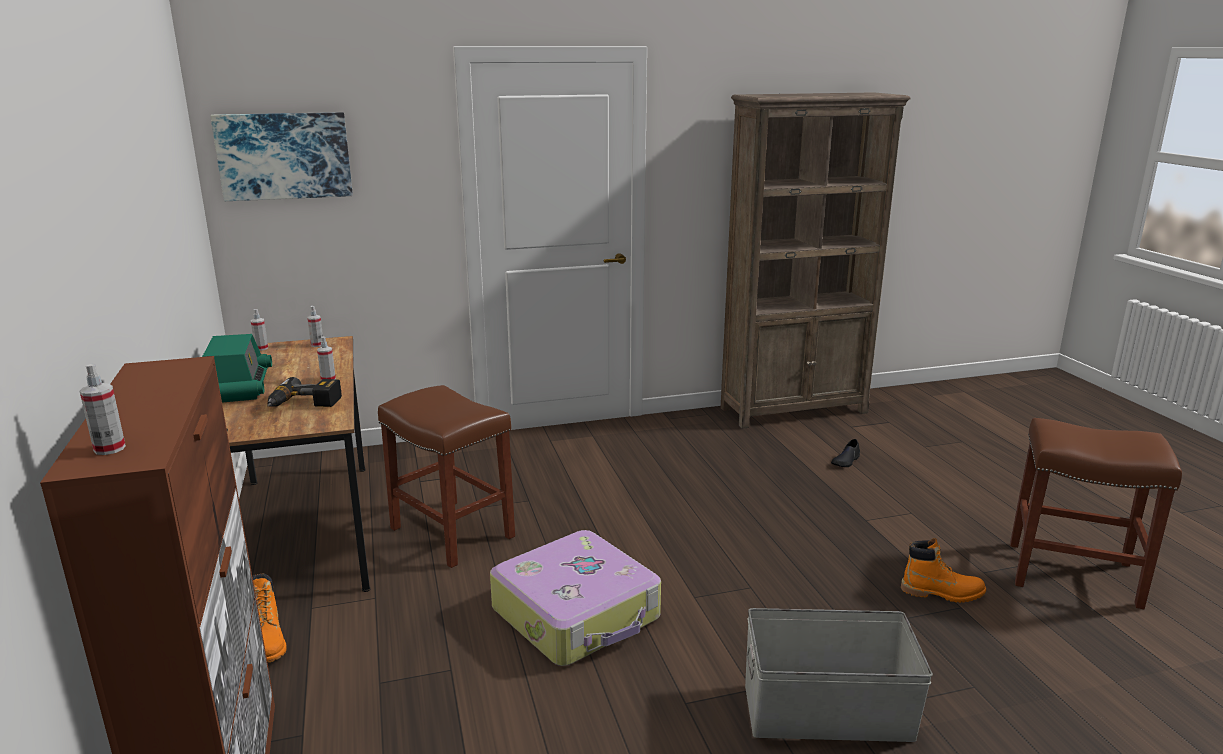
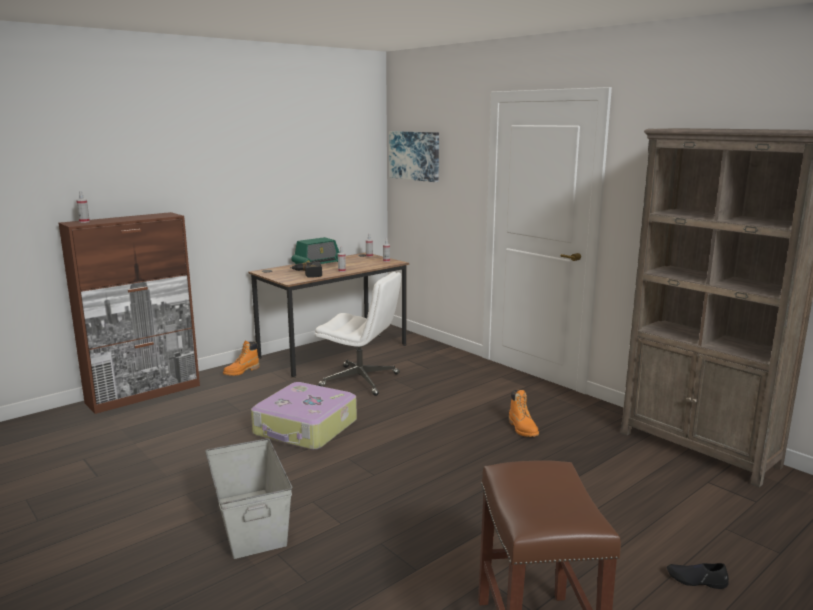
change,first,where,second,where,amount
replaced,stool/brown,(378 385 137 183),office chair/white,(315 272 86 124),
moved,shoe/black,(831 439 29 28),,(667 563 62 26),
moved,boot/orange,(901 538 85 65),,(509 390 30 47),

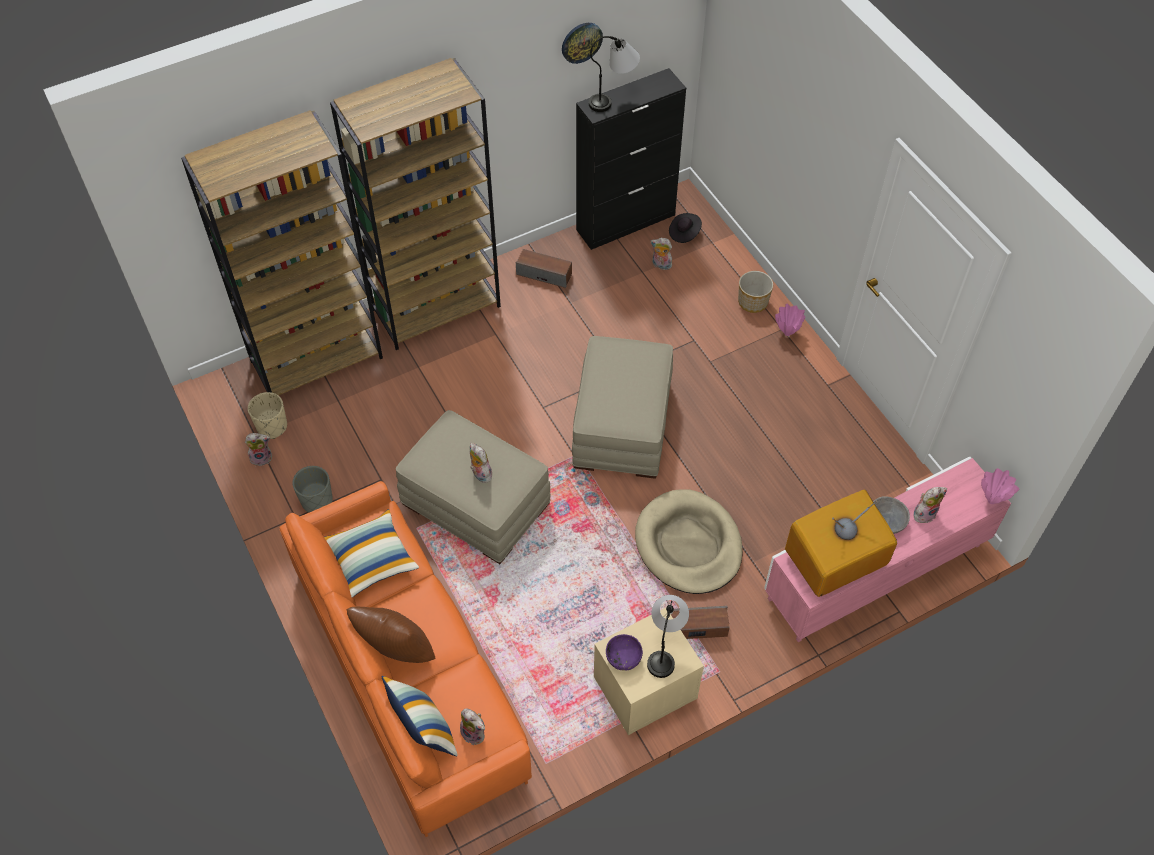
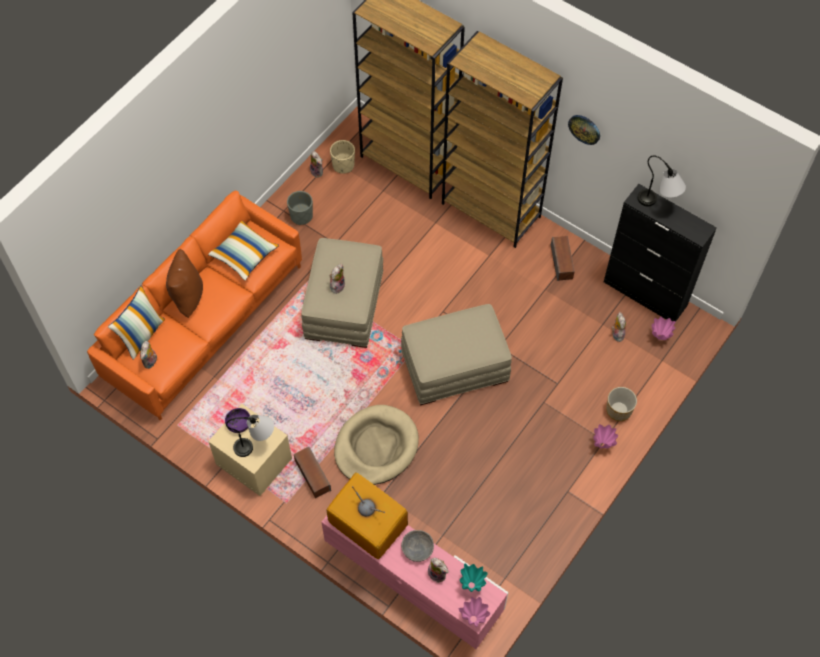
change,first,where,second,where,amount
moved,wall clock,(562 23 41 41),,(568 115 32 30),
replaced,hat/black,(669 213 33 30),vase/pink,(652 317 24 23),
added,,,vase/turquoise,(460 564 28 28),

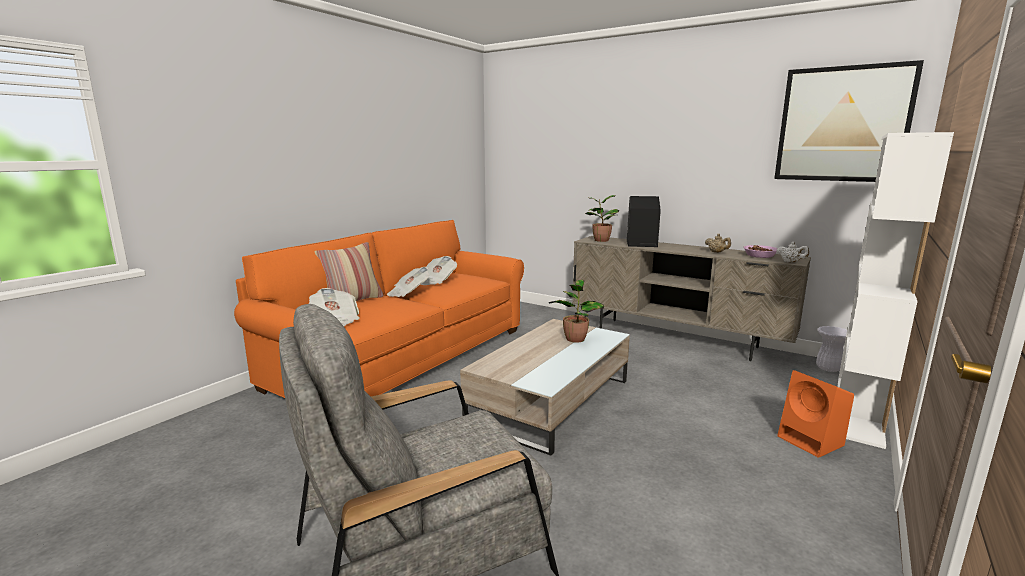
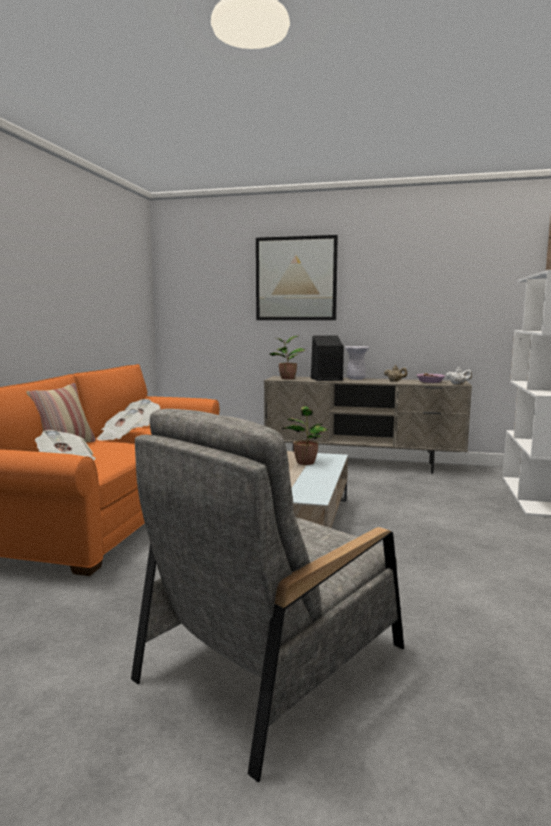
change,first,where,second,where,amount
moved,picture,(774 60 150 122),,(256 235 82 85),
removed,speaker/orange,(777 370 77 88),,,
moved,vase/white,(816 326 31 46),,(345 346 24 34),

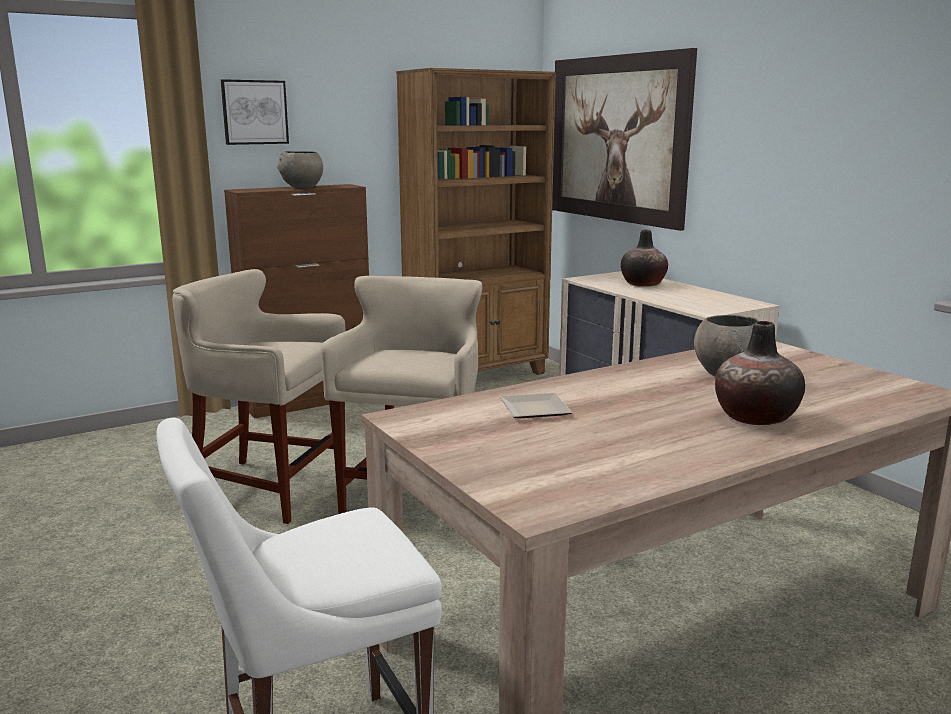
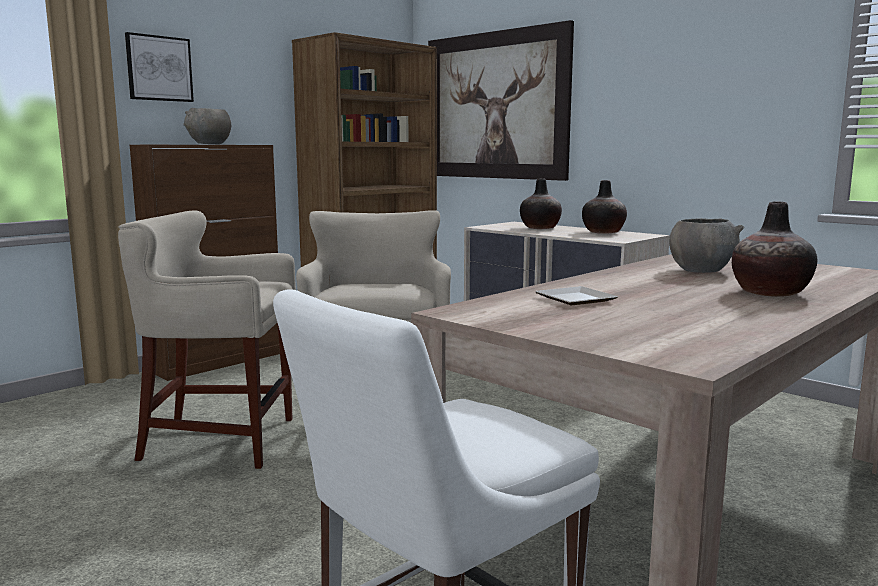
change,first,where,second,where,amount
added,,,vase,(582 180 45 54),

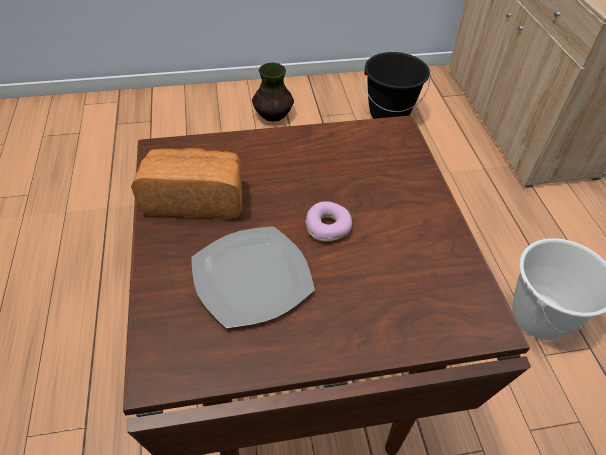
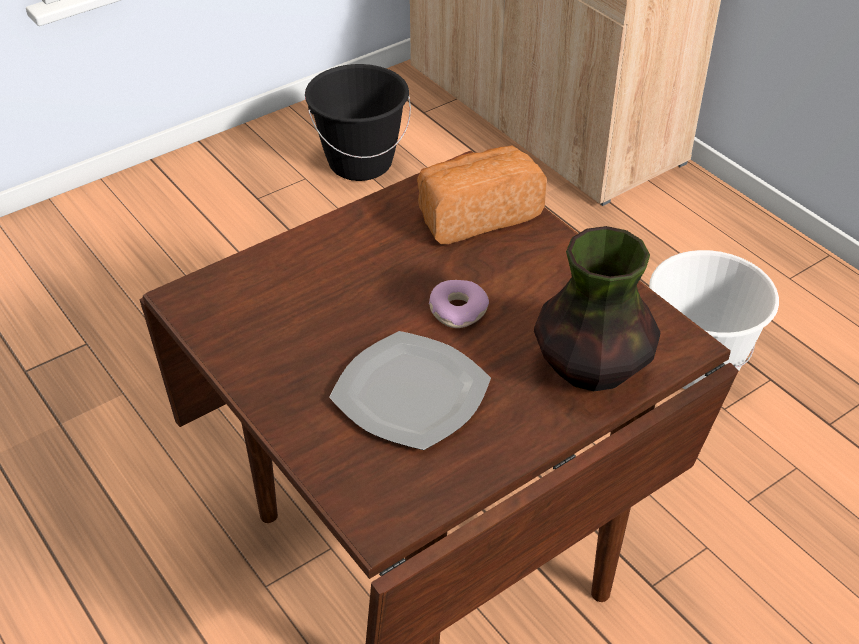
change,first,where,second,where,amount
moved,bread,(131 148 111 71),,(417 146 130 98),
moved,vase,(252 62 42 60),,(534 226 126 165),

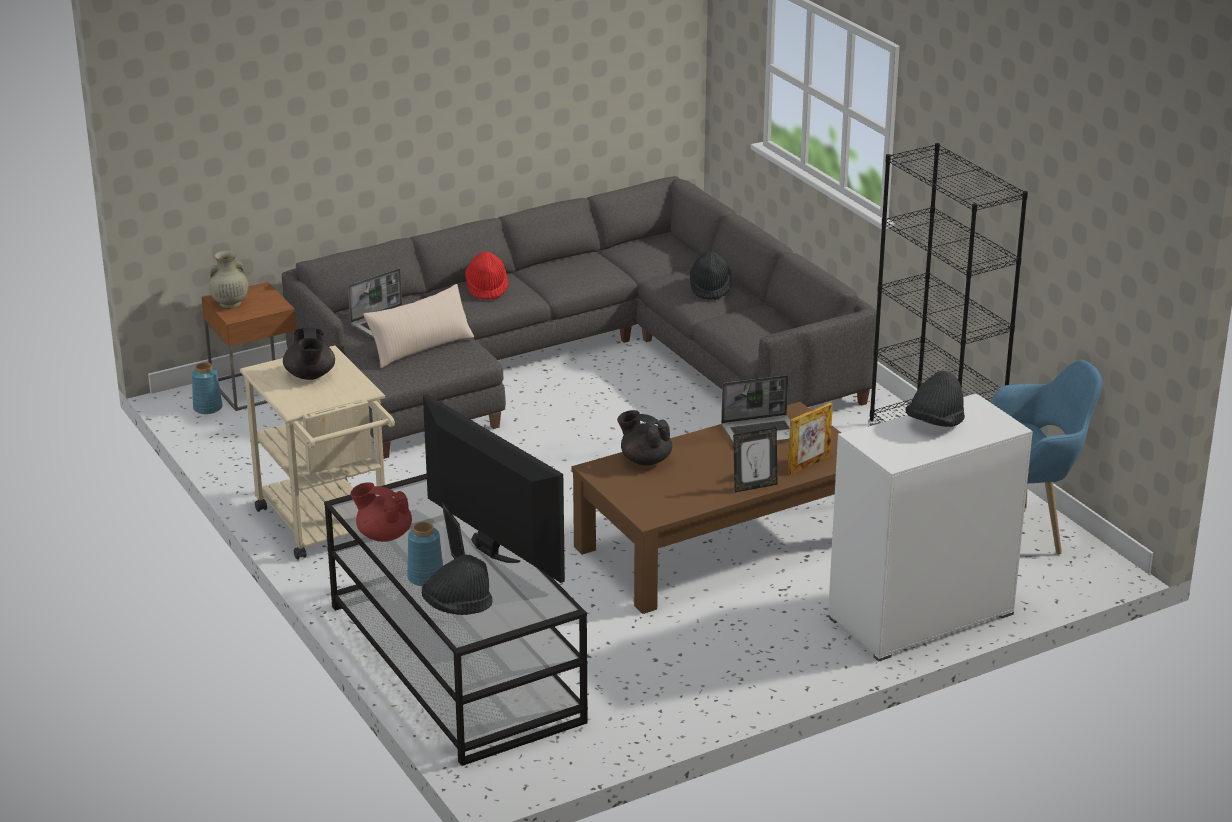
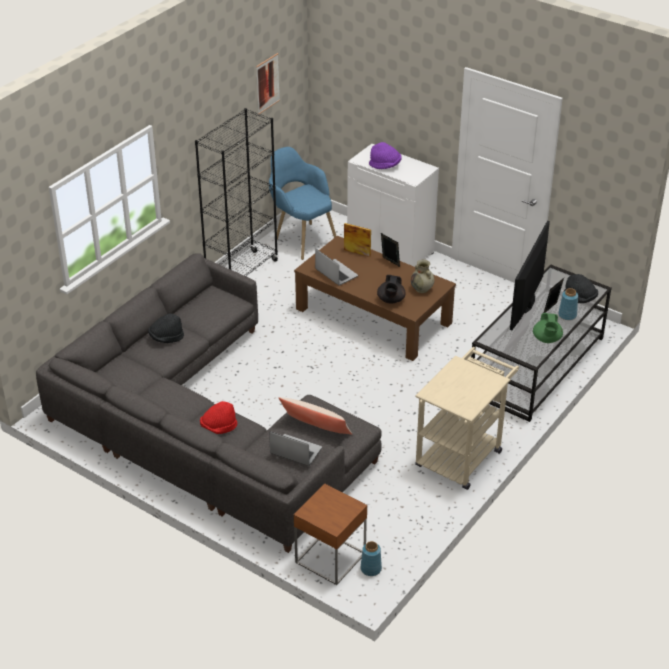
change,first,where,second,where,amount
moved,vase/beige,(209 250 39 58),,(411 260 23 33),
removed,teapot/black,(283 327 52 53),,,
recoloured,teapot/red,(350 482 62 60),teapot/green,(533 313 30 30),
recoloured,hat/black,(905 371 60 56),hat/purple,(369 142 33 27),
added,,,picture,(256 53 24 61),

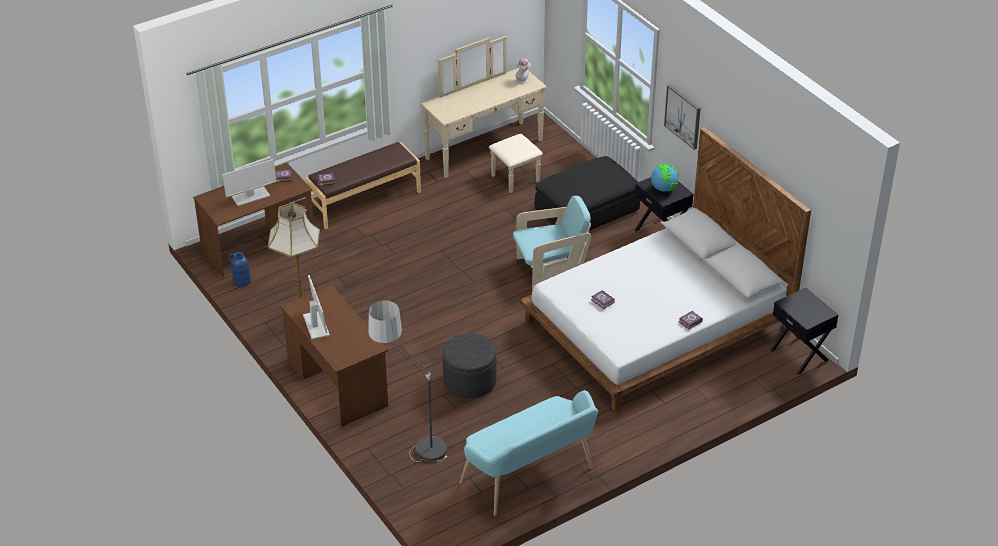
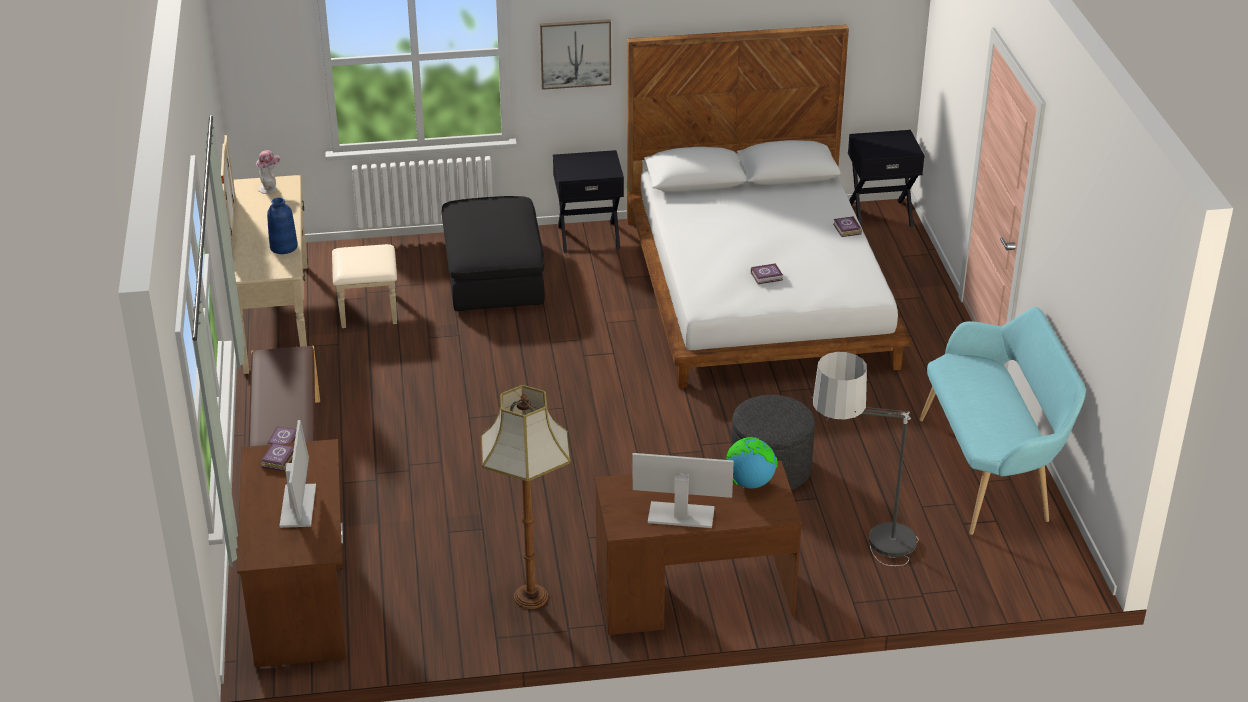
change,first,where,second,where,amount
moved,vase/blue,(228 252 23 35),,(267 197 31 57),
removed,armchair/turquoise,(513 196 78 94),,,
moved,globe,(651 164 28 28),,(726 437 52 51),

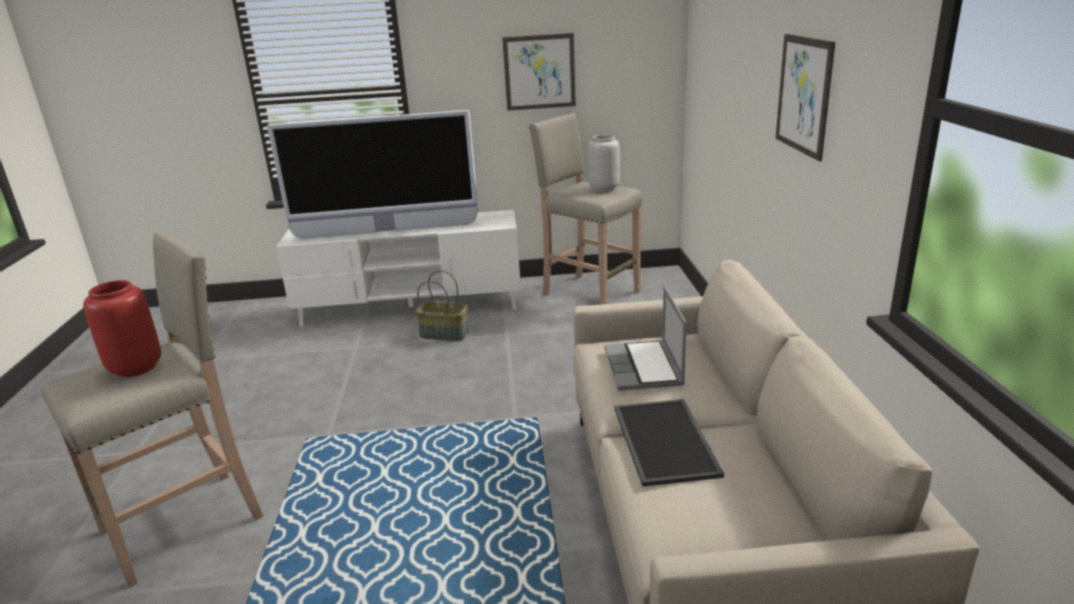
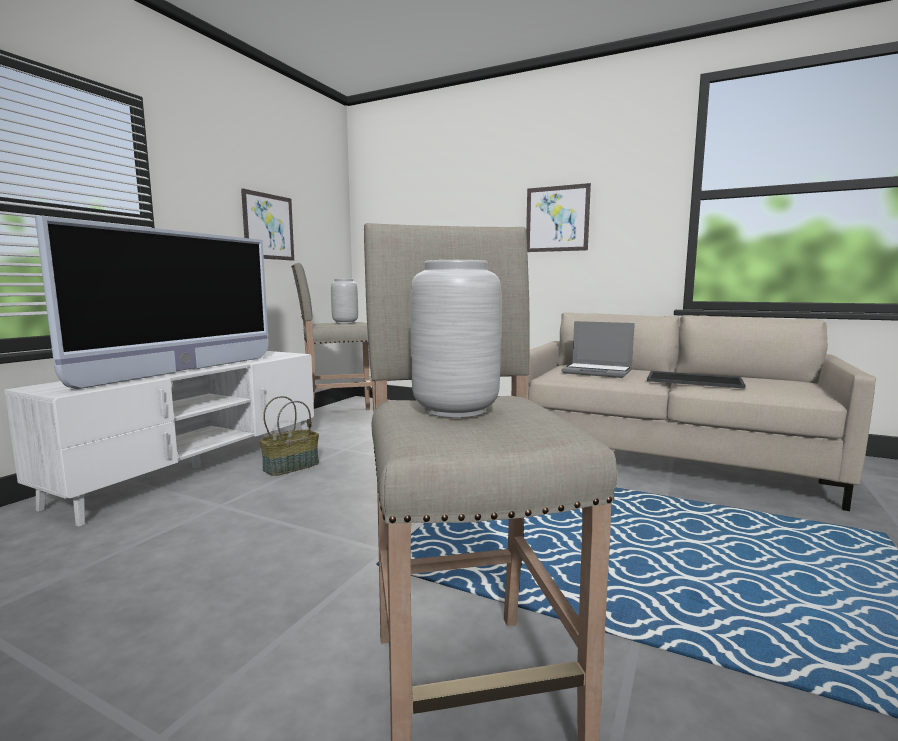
change,first,where,second,where,amount
recoloured,vase/red,(83 280 78 97),vase/grey,(411 260 90 158),

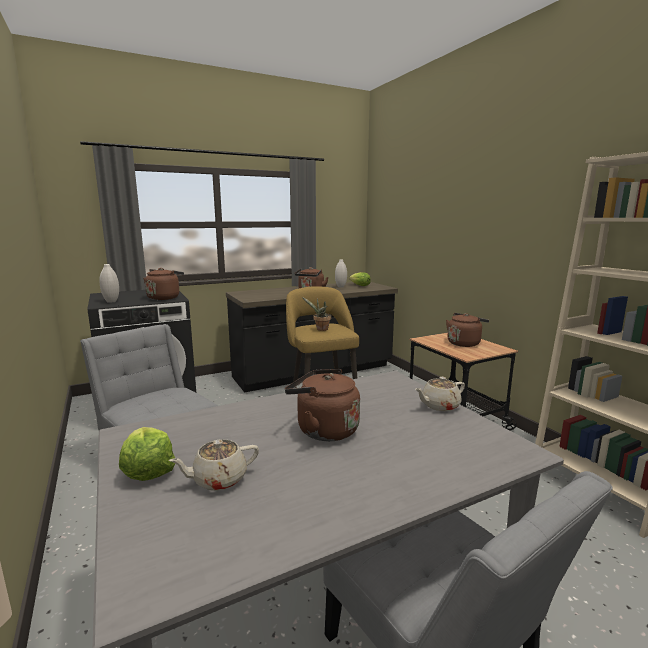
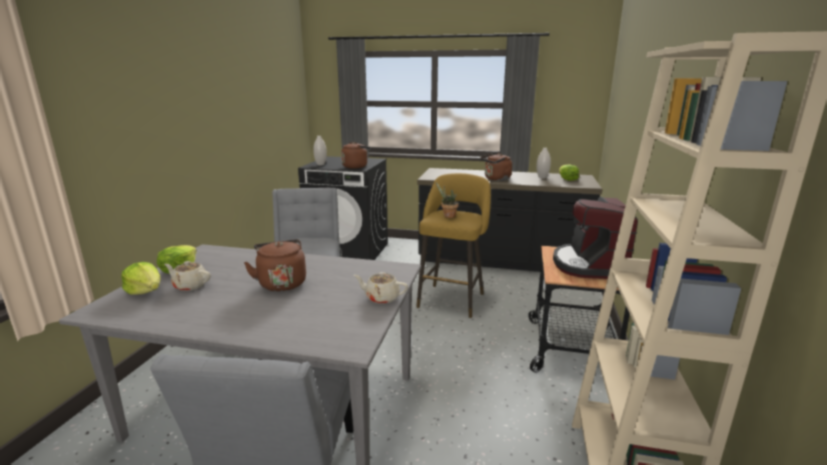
change,first,where,second,where,amount
replaced,kettle/brown,(446 313 43 34),coffee machine,(553 197 85 82),
added,,,lettuce,(121 262 40 33),

